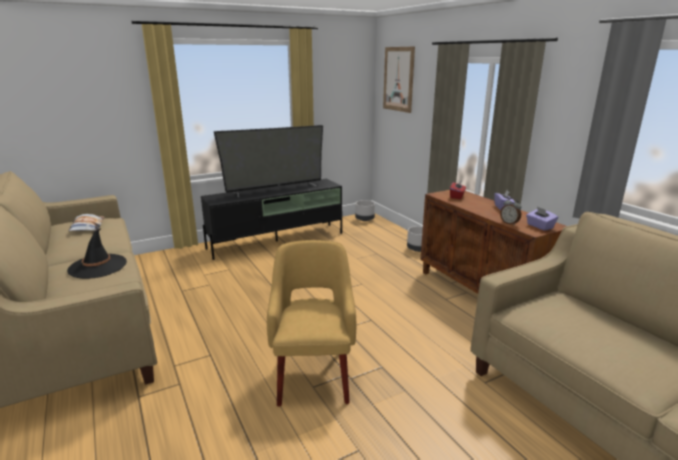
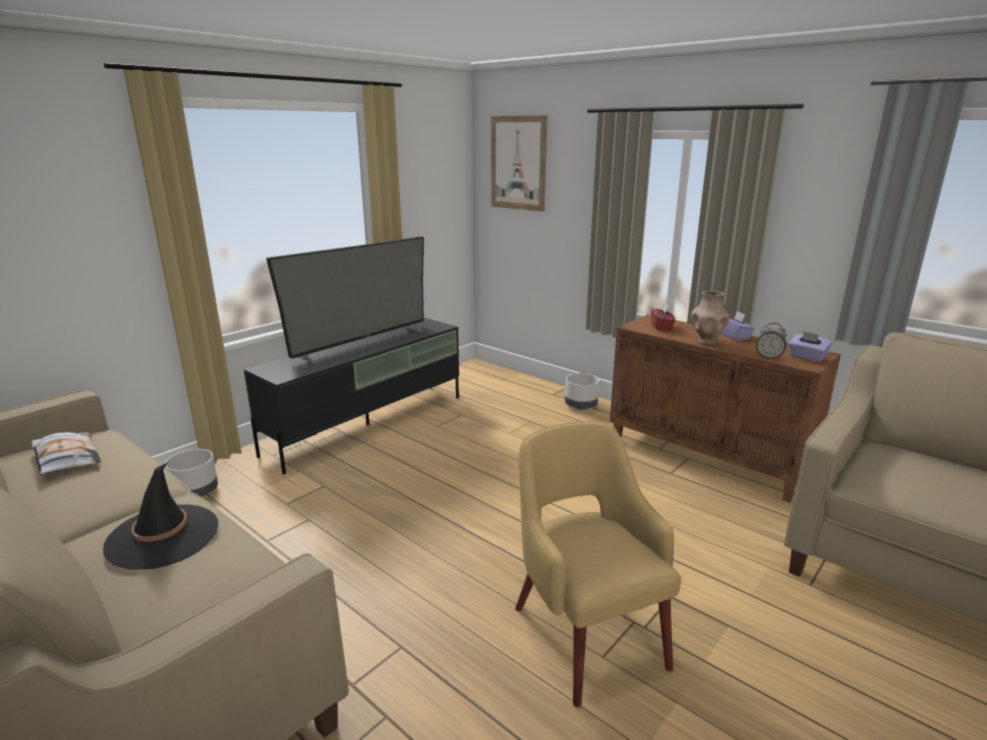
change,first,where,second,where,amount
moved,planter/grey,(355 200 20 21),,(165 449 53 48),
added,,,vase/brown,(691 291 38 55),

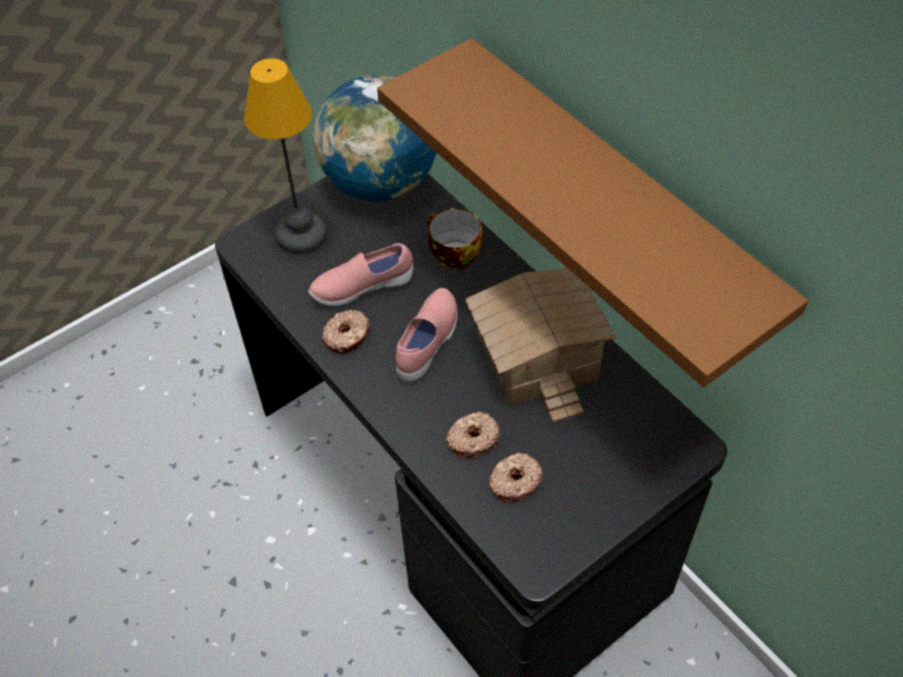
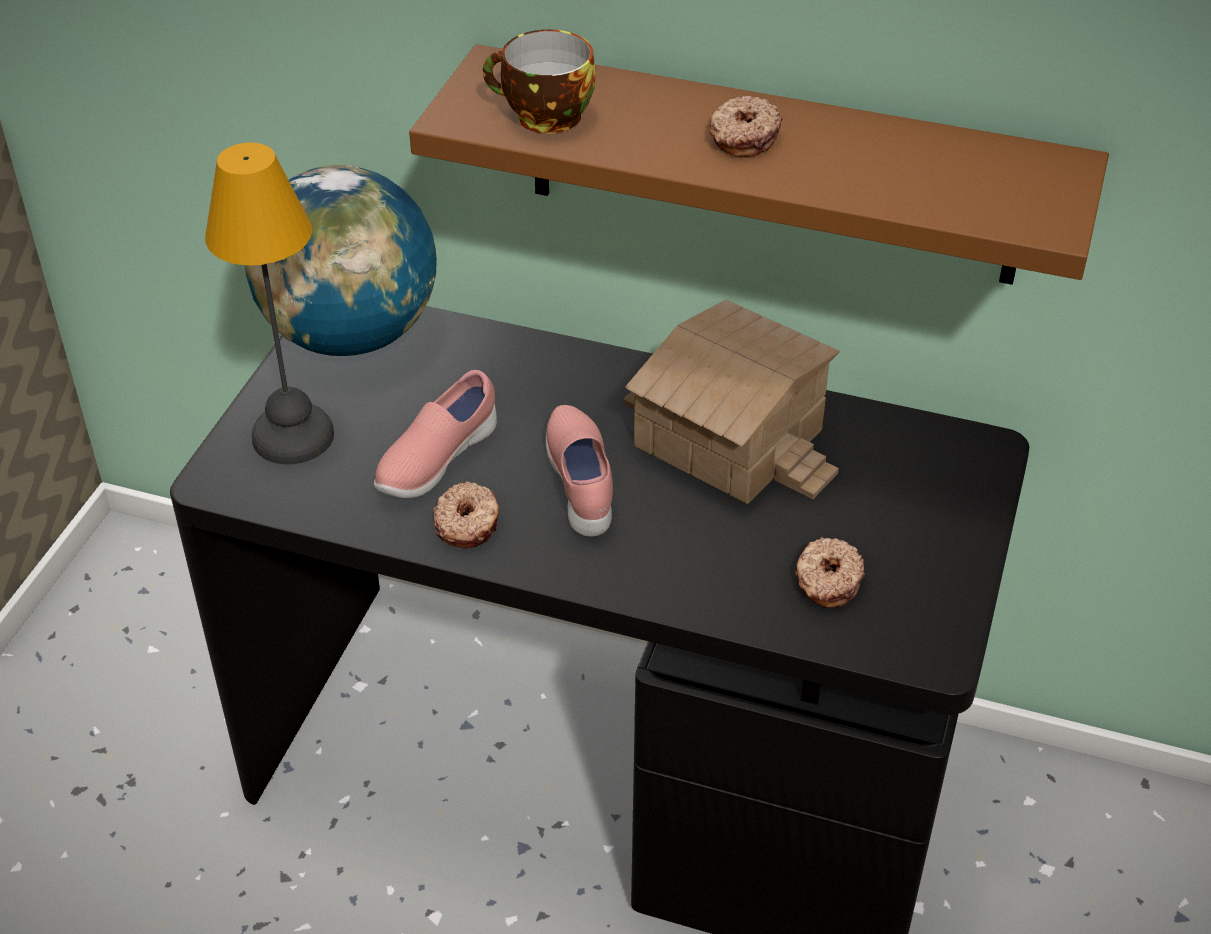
change,first,where,second,where,amount
moved,cup,(426 208 57 62),,(483 29 113 104),
moved,donut,(446 411 55 48),,(709 96 73 61),

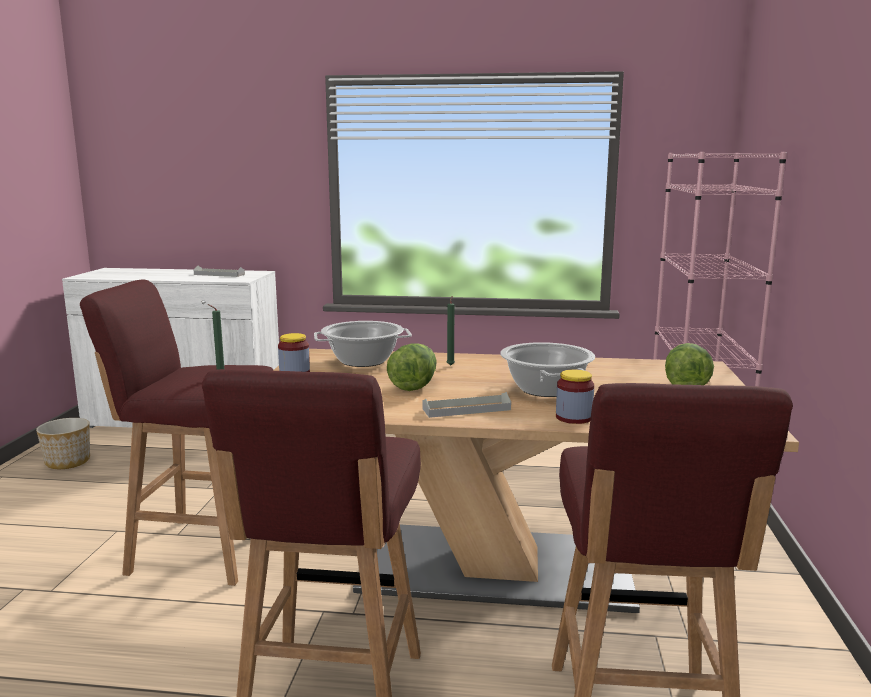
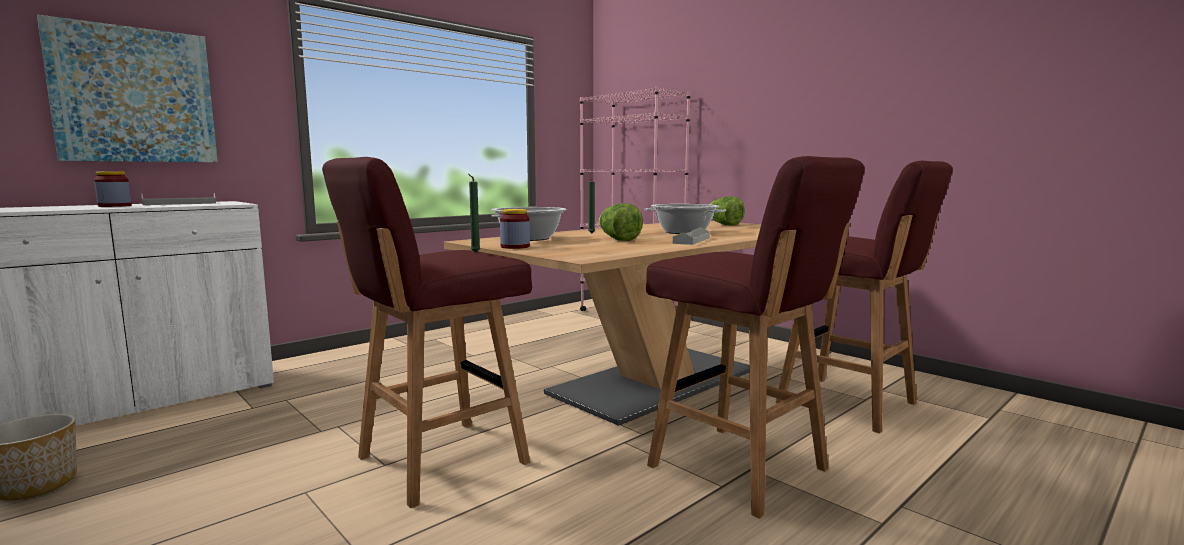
change,first,where,second,where,amount
moved,jar,(556 369 38 55),,(94 171 38 36),
added,,,picture,(37 14 181 149),

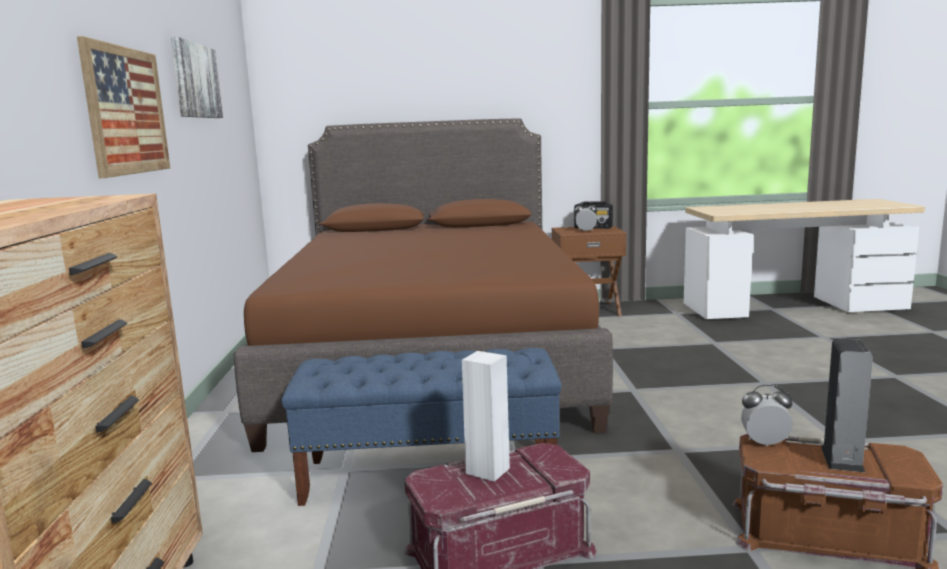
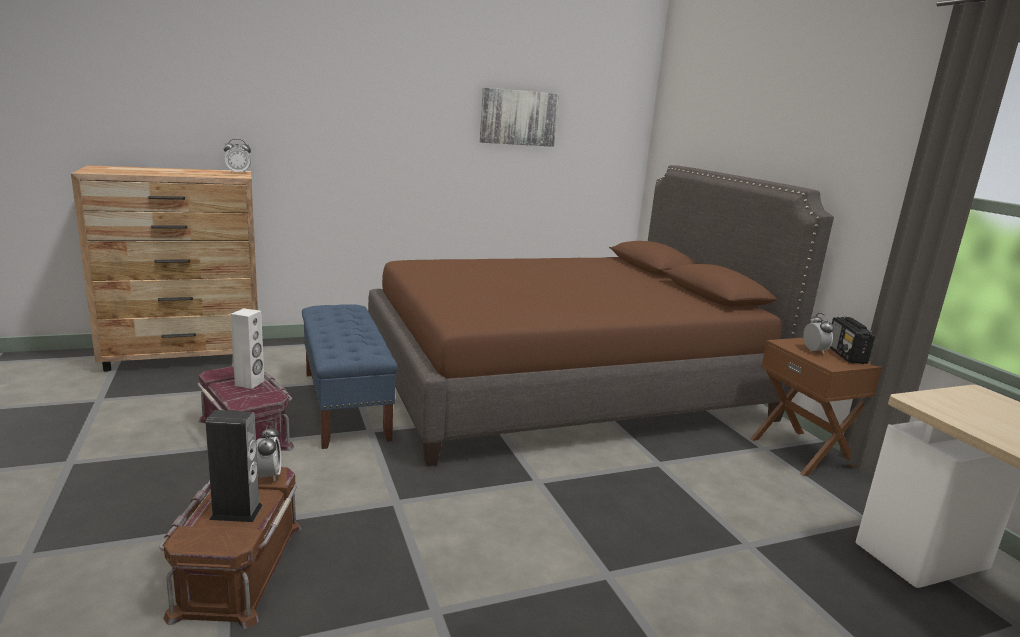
change,first,where,second,where,amount
removed,picture,(77 36 93 142),,,
added,,,alarm clock,(224 139 27 35),

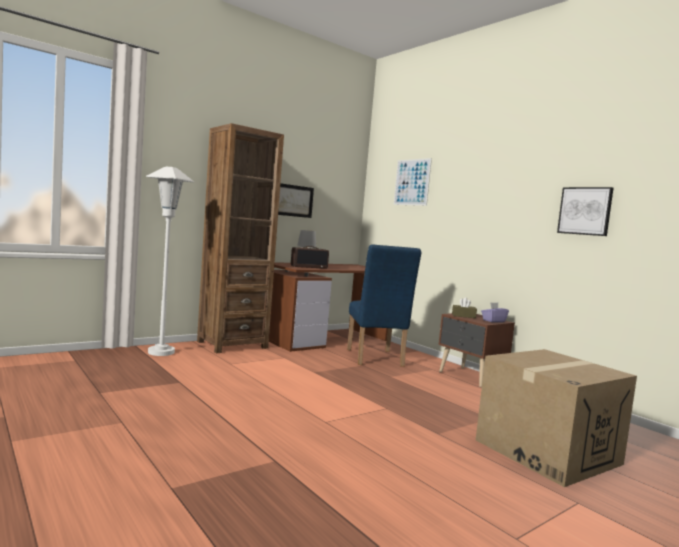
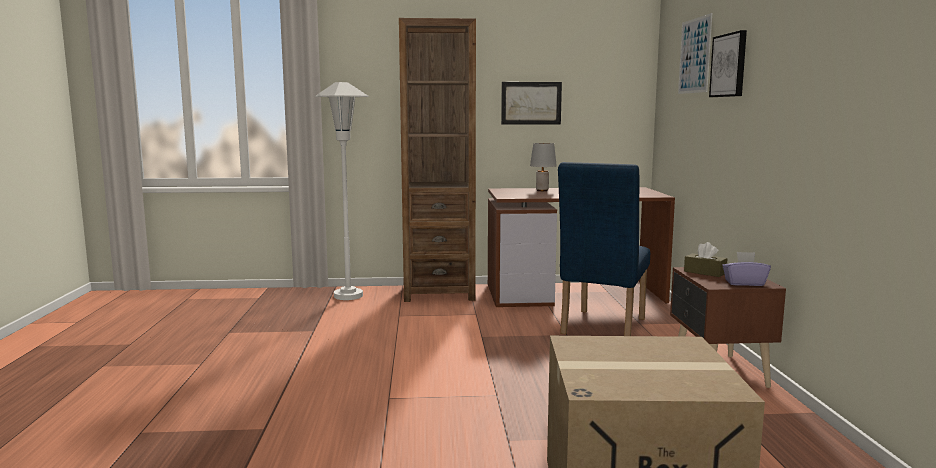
change,first,where,second,where,amount
removed,radio,(291 246 38 23),,,
moved,picture,(557 187 56 49),,(709 30 38 67),

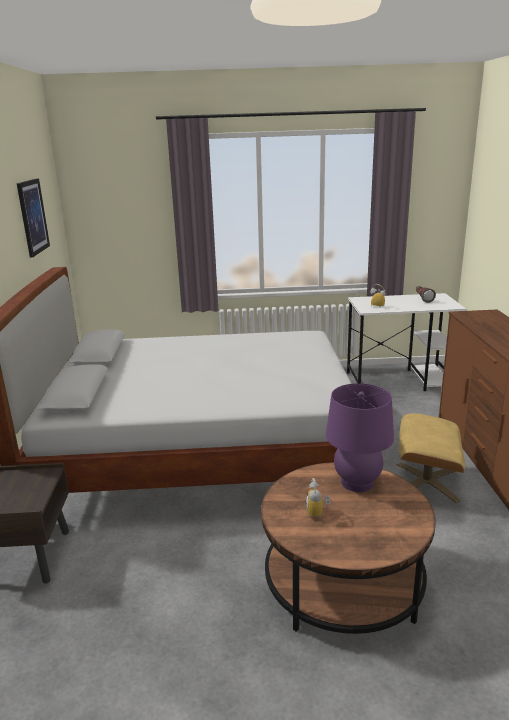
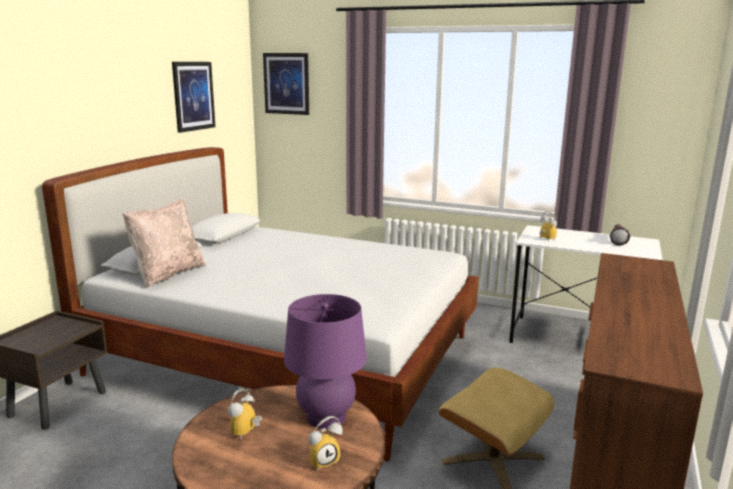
change,first,where,second,where,amount
added,,,pillow/beige,(123 199 83 89),
added,,,picture,(263 53 46 62),
added,,,alarm clock,(308 416 35 55),

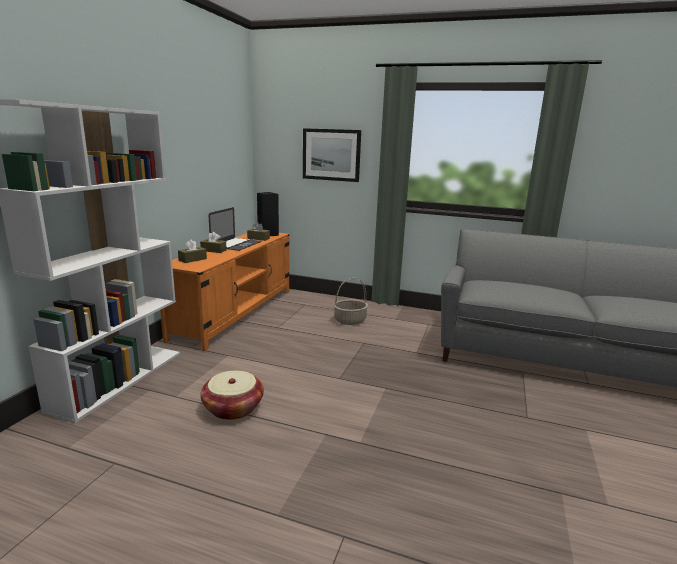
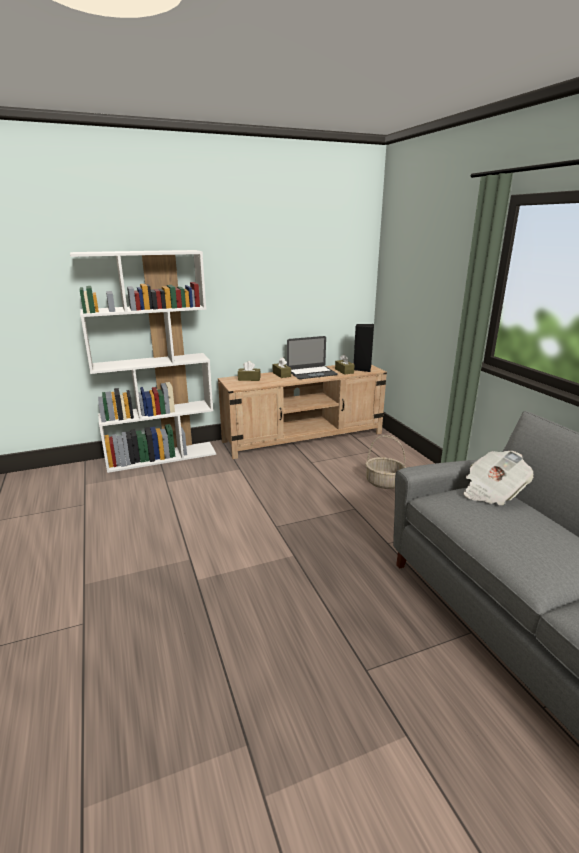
change,first,where,second,where,amount
recoloured,tv stand/orange,(160 233 129 118),tv stand/beige,(218 363 169 96),
removed,basket,(200 371 64 49),,,
removed,picture,(303 128 58 54),,,
added,,,newspaper,(464 451 69 54),

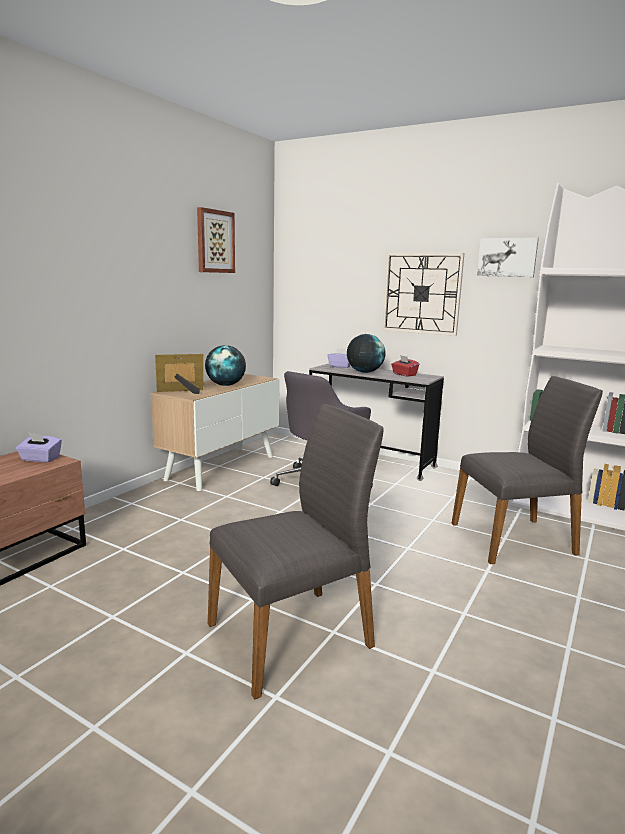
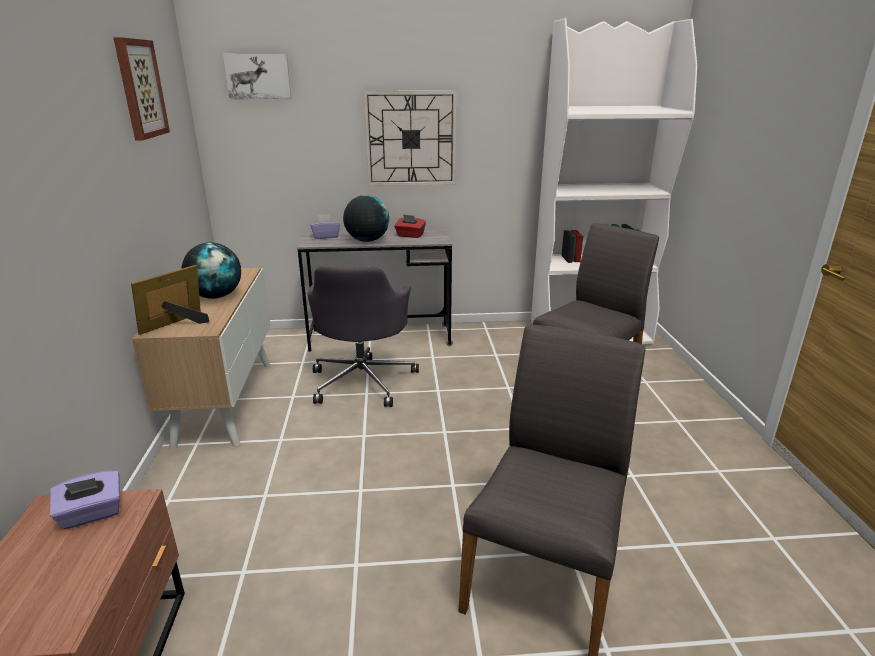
change,first,where,second,where,amount
moved,picture,(477 237 62 40),,(223 54 69 45),

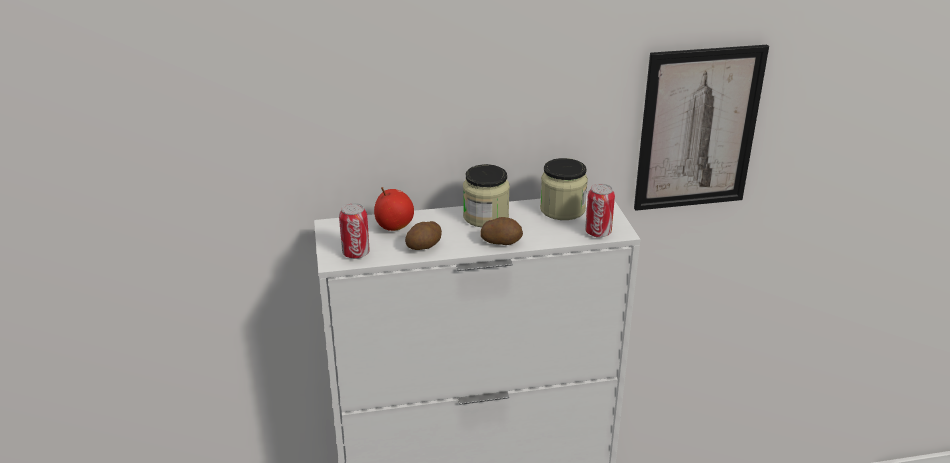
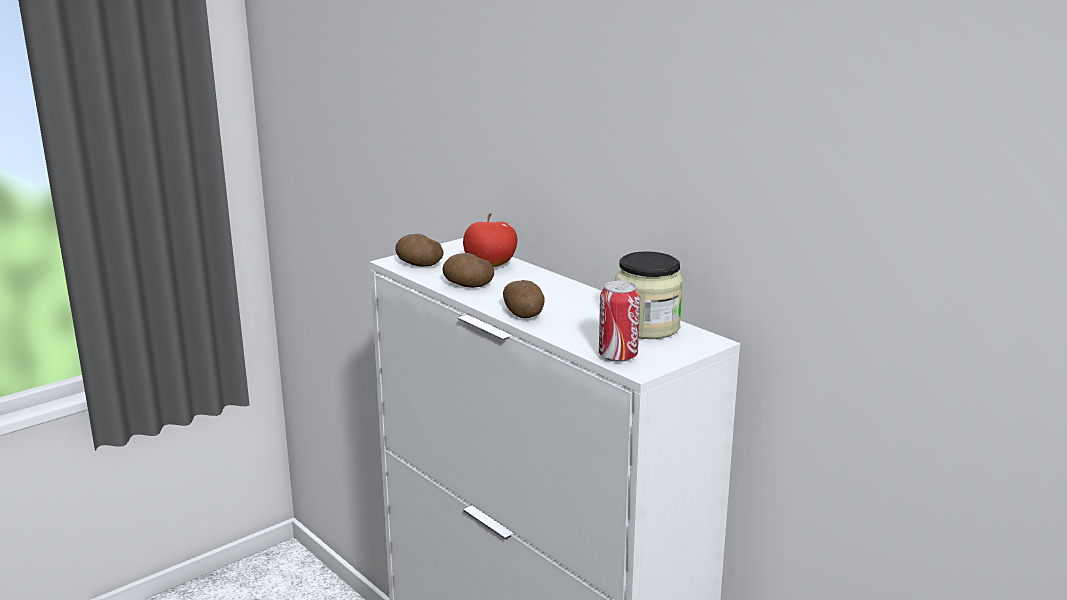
change,first,where,second,where,amount
replaced,can,(339 203 31 56),potato,(395 234 48 33),
removed,jar,(463 164 47 63),,,
removed,picture,(634 45 135 166),,,

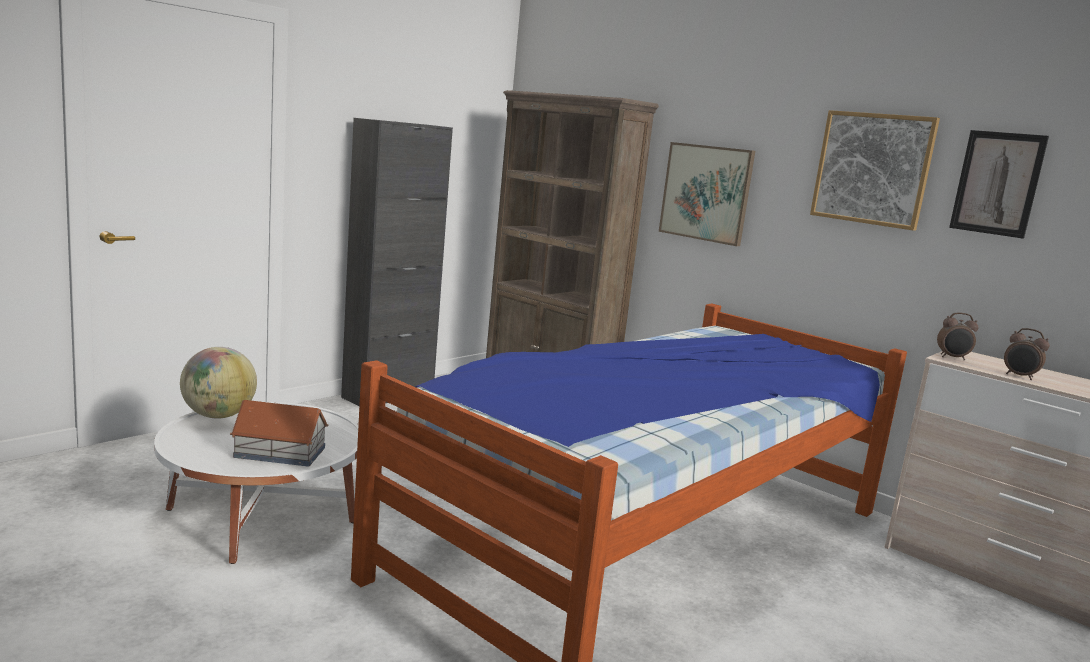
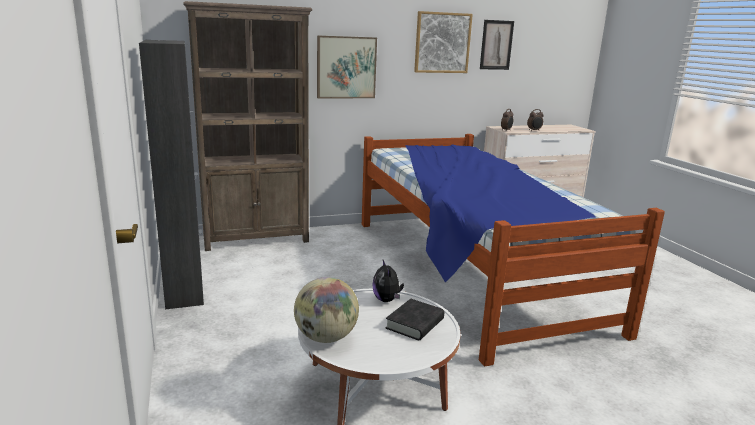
change,first,where,second,where,amount
replaced,toy house,(230 400 98 67),book/black,(386 299 58 41),
added,,,plush toy,(372 260 32 42),

